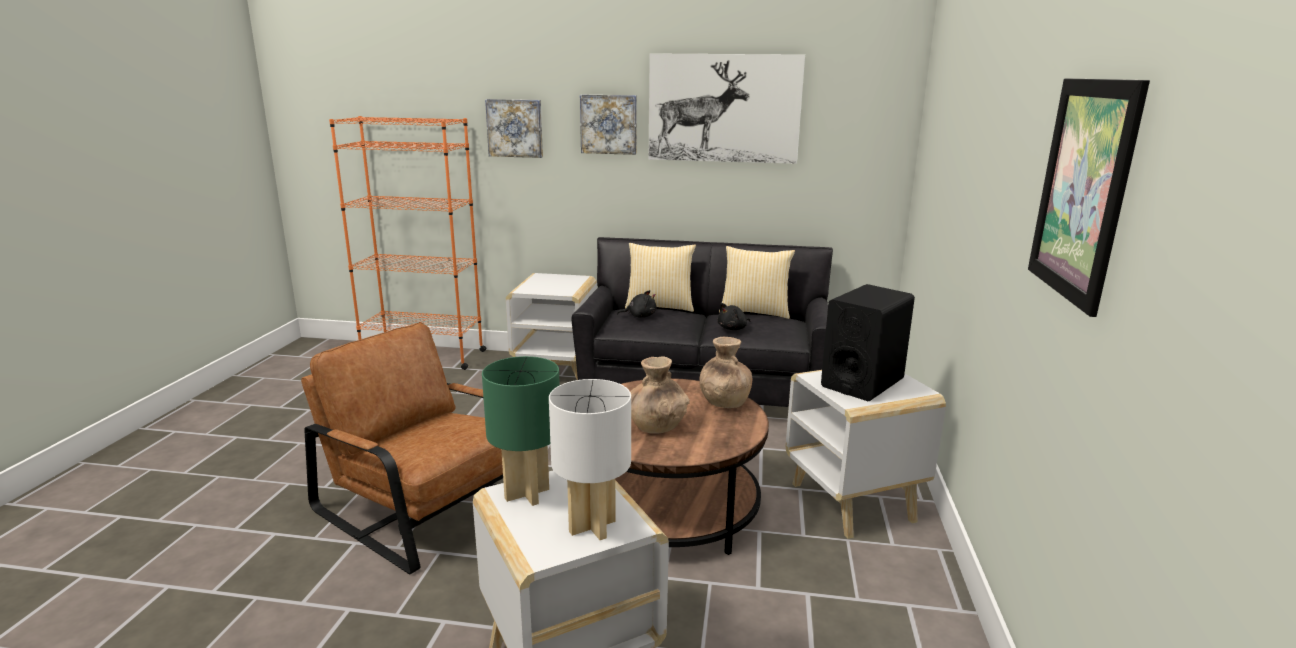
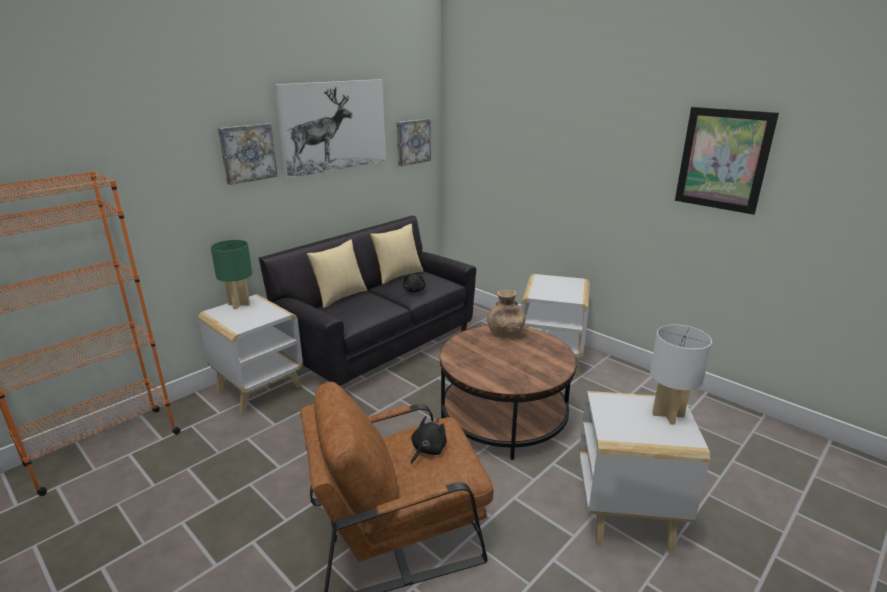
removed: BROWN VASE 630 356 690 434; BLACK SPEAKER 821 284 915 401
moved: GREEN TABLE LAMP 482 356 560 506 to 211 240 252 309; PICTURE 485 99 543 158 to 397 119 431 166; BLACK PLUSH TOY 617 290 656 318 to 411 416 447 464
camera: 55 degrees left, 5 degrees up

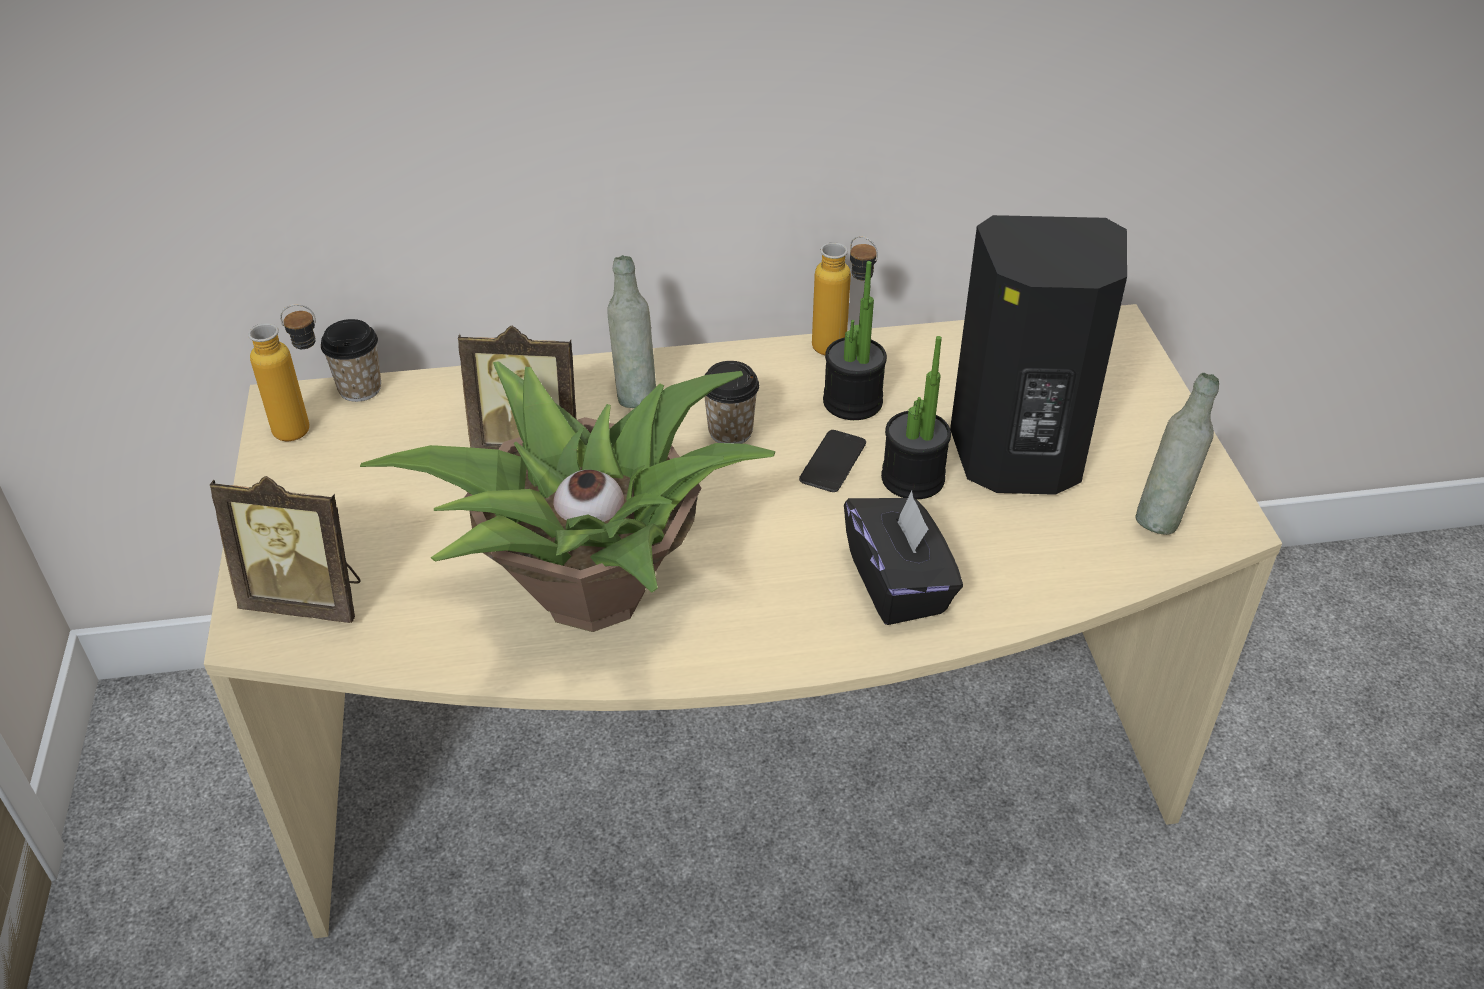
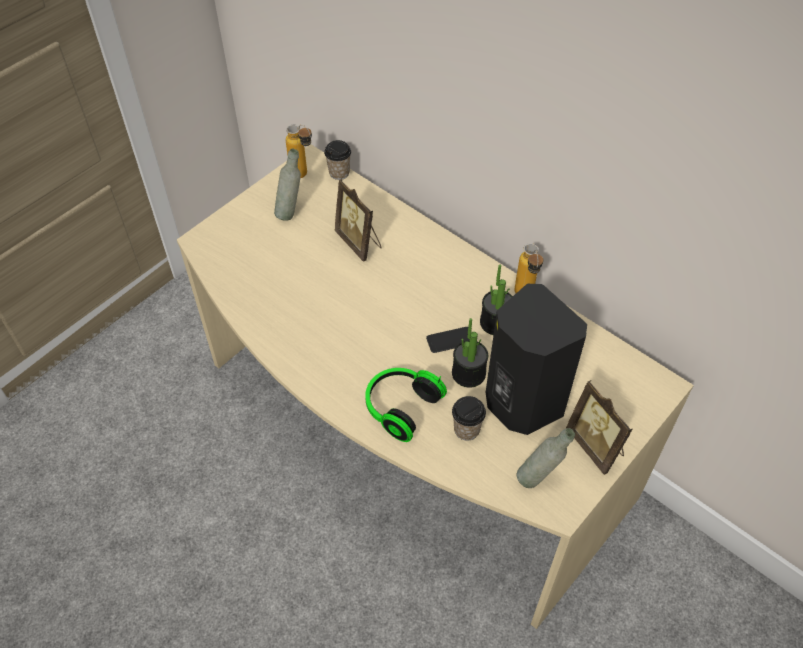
removed: POTTED PLANT 360 361 775 632
moved: GREY BOTTLE 607 255 656 408 to 274 149 301 221; CUP 705 361 759 444 to 452 396 486 441; PICTURE FRAME 210 476 361 623 to 566 380 633 475
replaced: BLACK TISSUE BOX 844 491 963 625 to HEADPHONES 365 368 447 442
camera: 50 degrees right, 10 degrees up

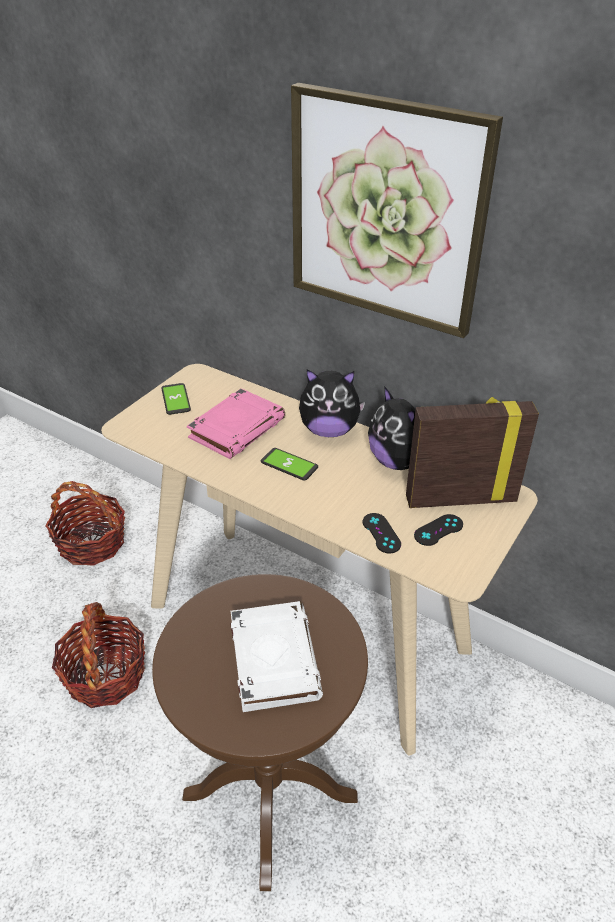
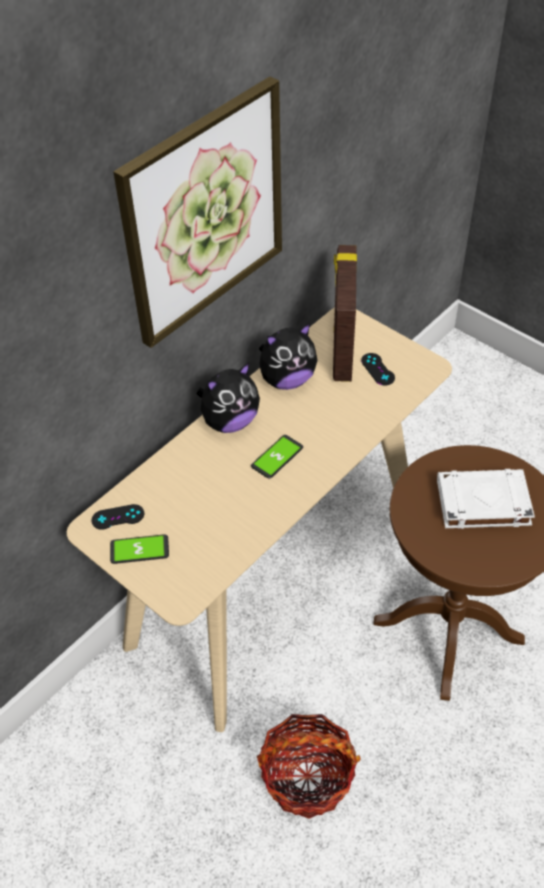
removed: BASKET 45 481 125 566; PINK BOOK 187 388 285 459
moved: BLACK GAME CONTROLLER 363 513 401 553 to 91 504 144 530
turned: PLUSH TOY 299 369 366 437 = 197 363 260 433 45 degrees clockwise
camera: 80 degrees left, 10 degrees up

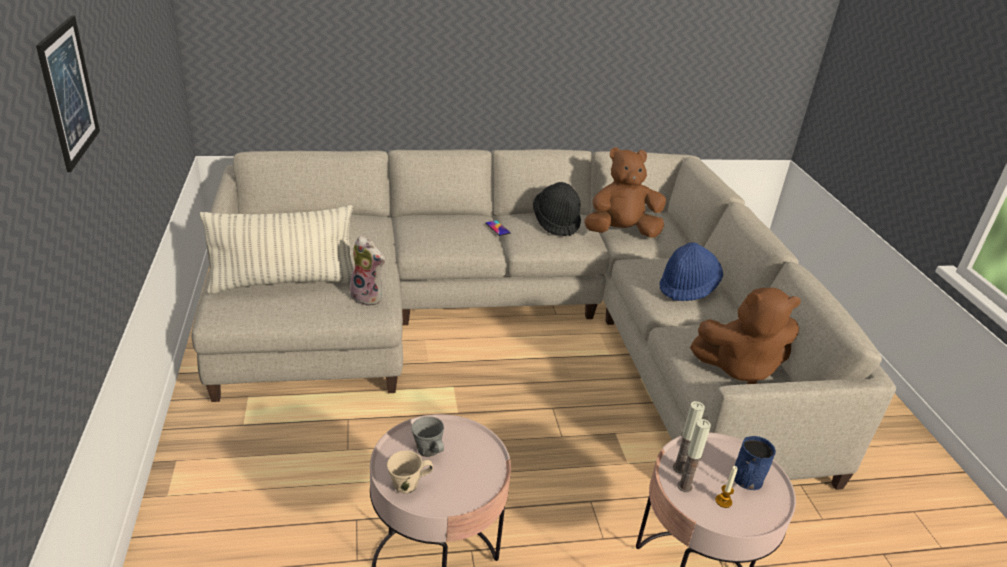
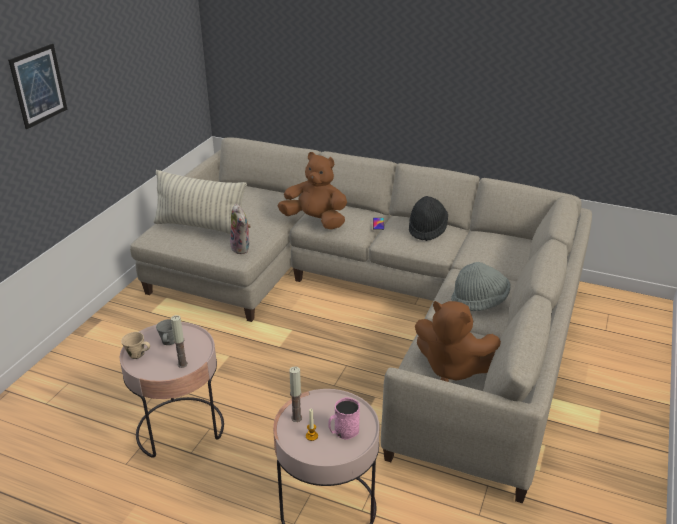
moved: CANDLE 673 401 705 474 to 171 315 188 368; BROWN PLUSH TOY 585 147 666 238 to 277 152 347 229
recoloured: BLUE MUG 734 436 776 490 to PINK MUG 328 397 360 440; BLUE HAT 659 242 723 301 to GREY HAT 451 262 511 311
camera: 35 degrees right, 0 degrees up

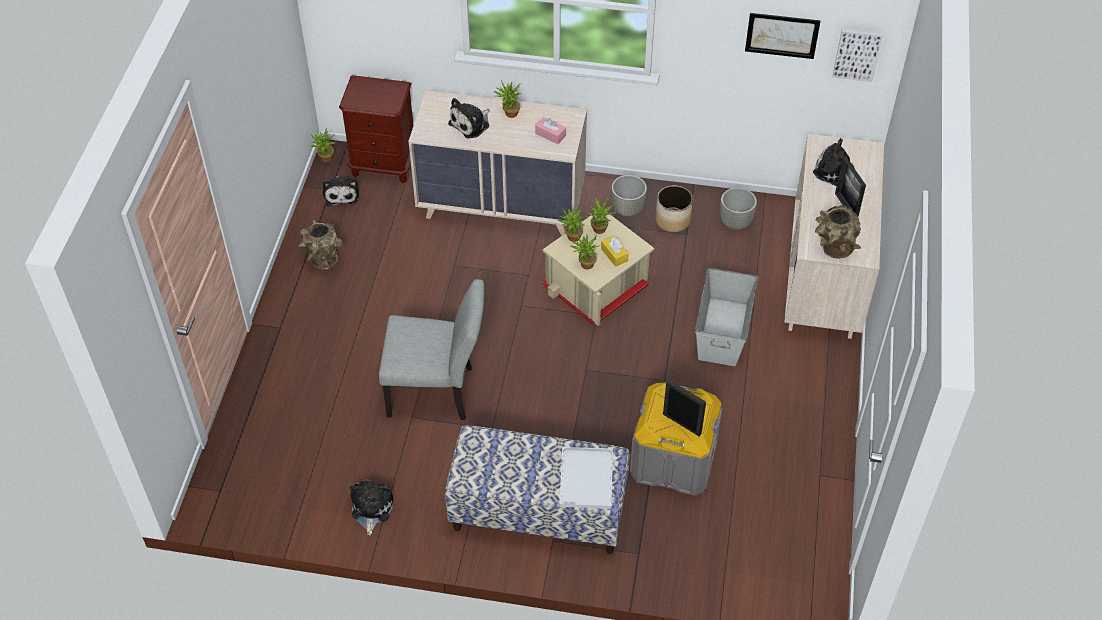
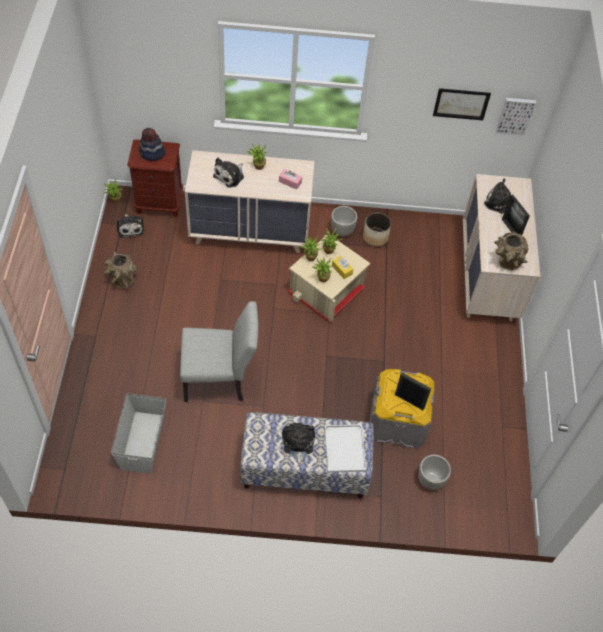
added: HAT 139 128 165 161
moved: GREY STORAGE BOX 695 268 758 366 to 111 393 166 474; PLUSH TOY 349 480 393 536 to 282 422 315 466; GREY PLANTER 720 188 757 230 to 418 454 451 490
camera: 10 degrees left, 5 degrees up

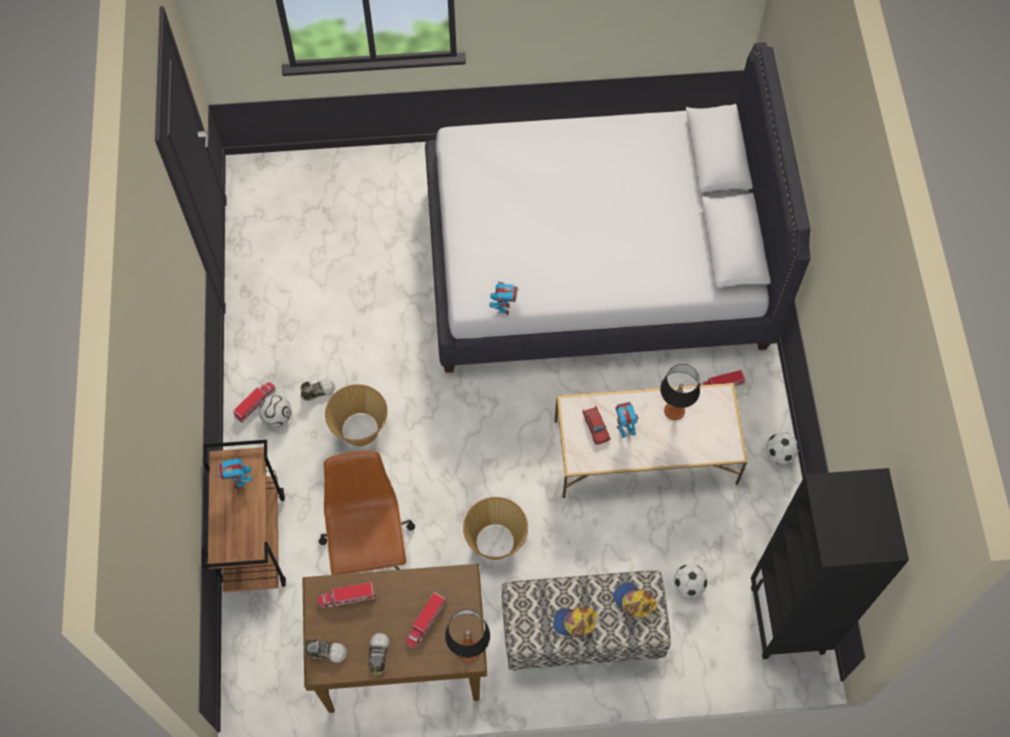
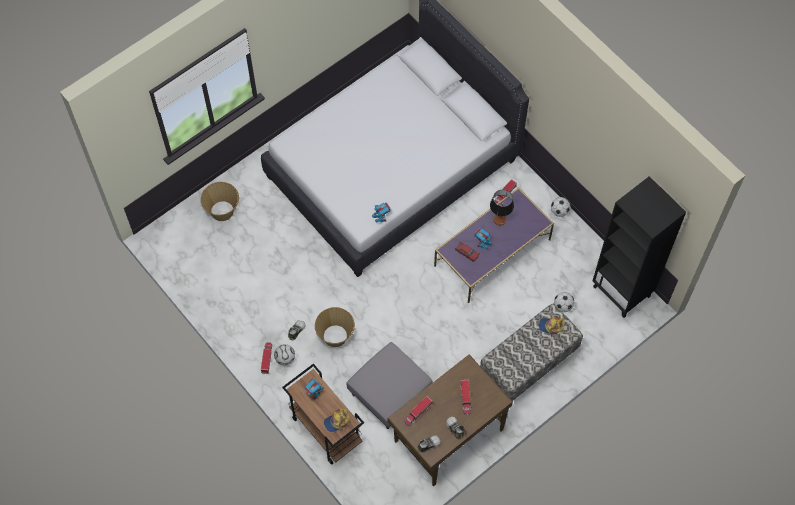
removed: TABLE LAMP 445 609 490 662
moved: BASKET 463 497 528 560 to 201 182 239 221; CAP 553 607 598 638 to 324 408 350 432
replaced: BROWN OFFICE CHAIR 318 451 415 575 to GREY OTTOMAN 346 342 433 429
recoloured: WHITE COFFEE TABLE 554 383 748 498 to PURPLE COFFEE TABLE 434 187 554 303
camera: 35 degrees left, 0 degrees up

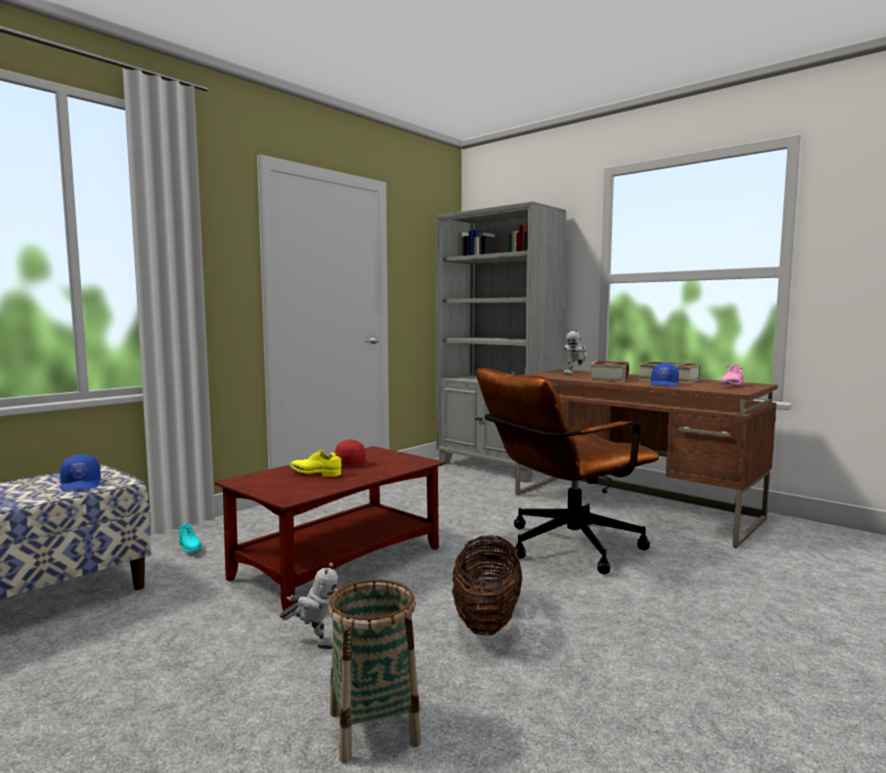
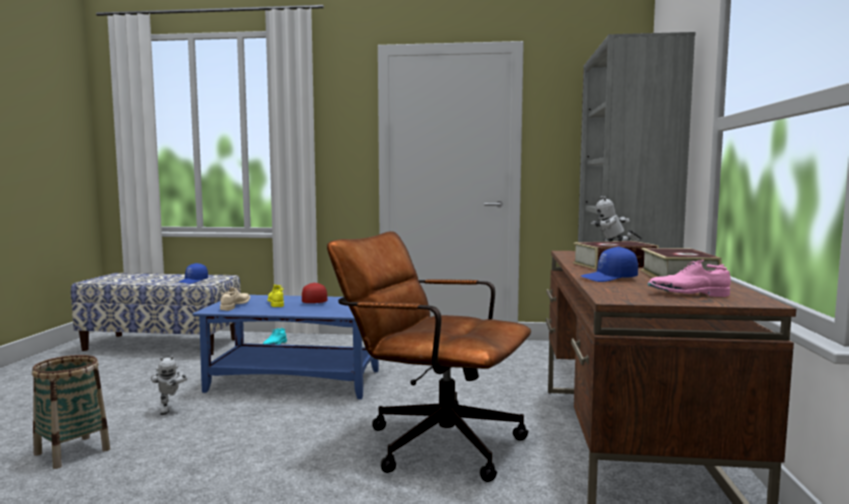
removed: BASKET 452 535 523 635
added: BEIGE SHOE 220 287 250 311
recoloured: BROWN COFFEE TABLE 214 446 445 611 to BLUE COFFEE TABLE 193 295 379 399
camera: 55 degrees right, 0 degrees up

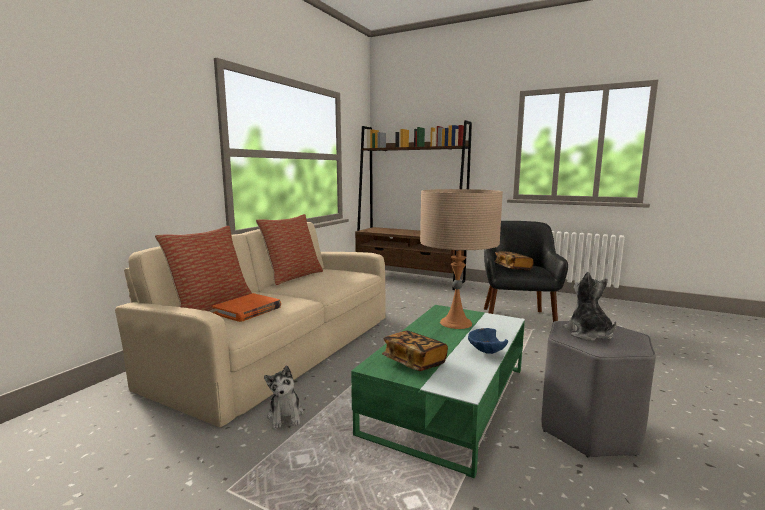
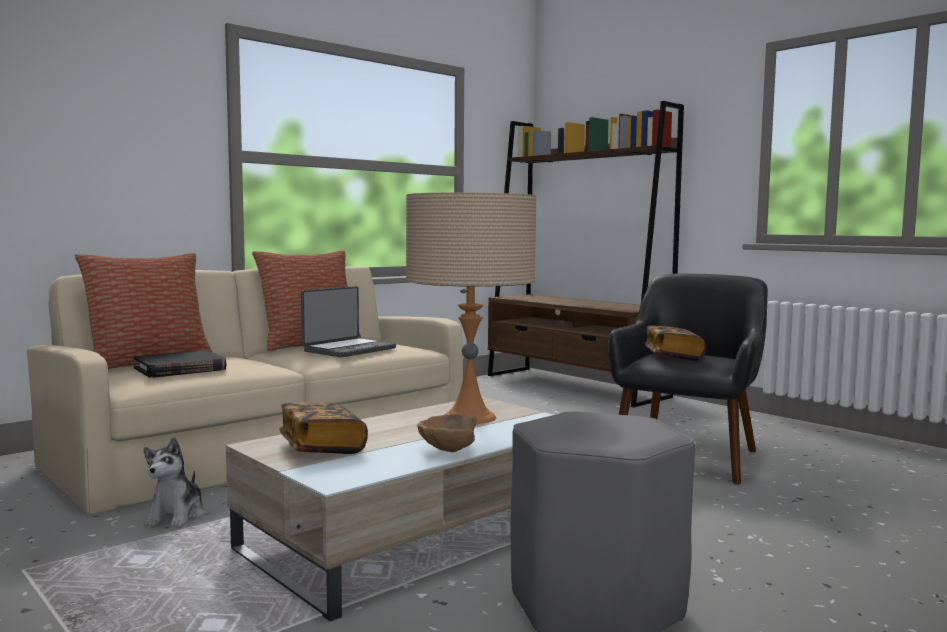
removed: PLUSH TOY 563 272 616 341
added: LAPTOP 301 286 396 358
recoloured: ORANGE BOOK 212 293 281 322 to BLACK BOOK 133 350 226 378; GREEN COFFEE TABLE 351 305 525 478 to BEIGE COFFEE TABLE 226 396 553 621; BLUE BOWL 468 328 508 354 to BROWN BOWL 417 414 477 452
camera: 20 degrees right, 5 degrees down

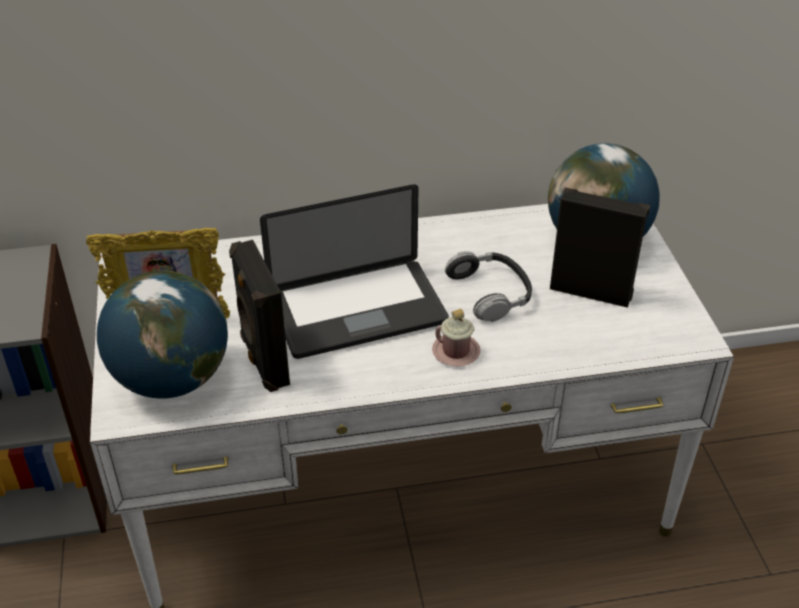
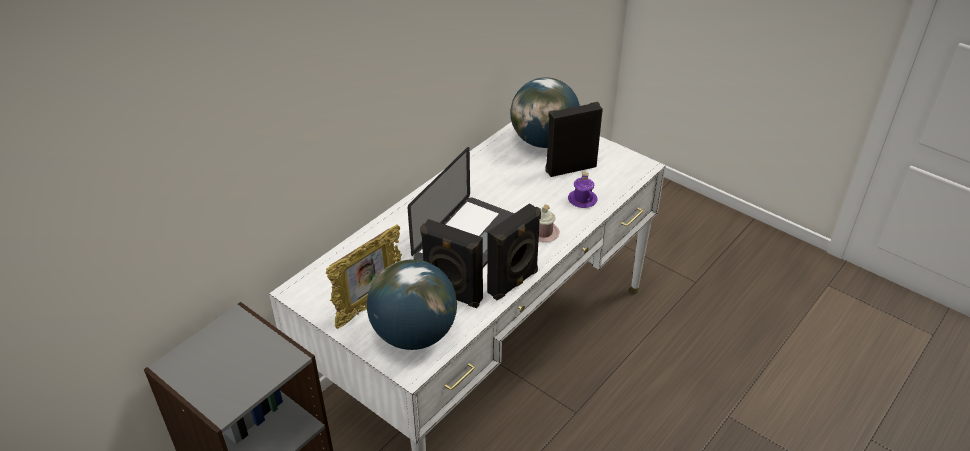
removed: HEADPHONES 445 251 532 322
added: BLACK SPEAKER 487 203 541 300; PURPLE MUG 568 172 598 208
camera: 40 degrees left, 0 degrees up

